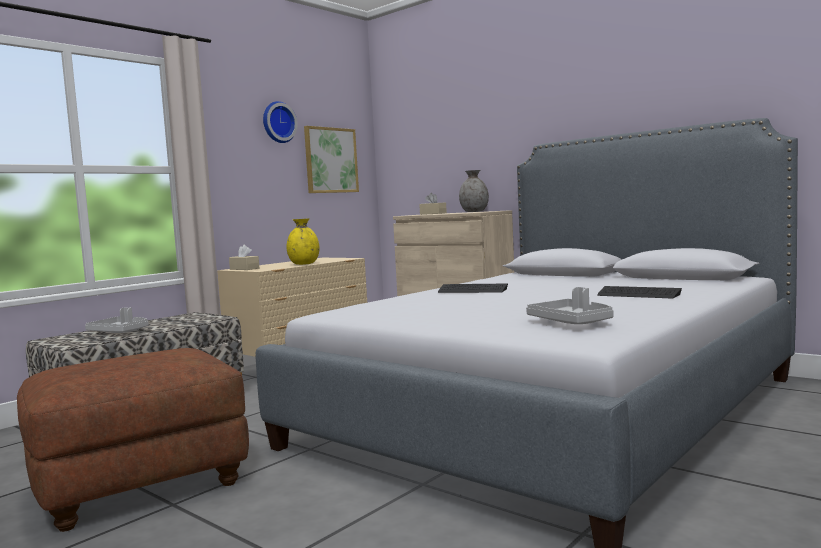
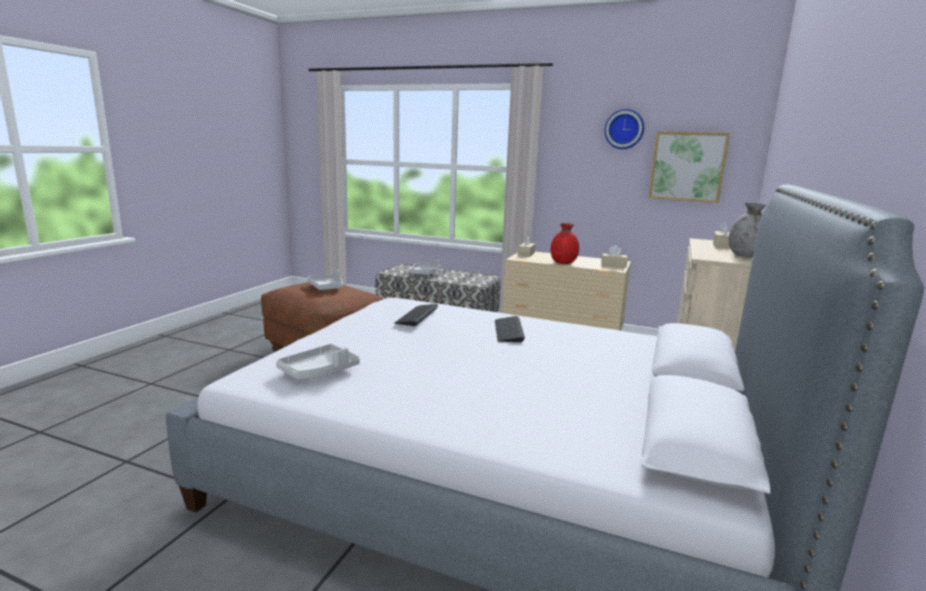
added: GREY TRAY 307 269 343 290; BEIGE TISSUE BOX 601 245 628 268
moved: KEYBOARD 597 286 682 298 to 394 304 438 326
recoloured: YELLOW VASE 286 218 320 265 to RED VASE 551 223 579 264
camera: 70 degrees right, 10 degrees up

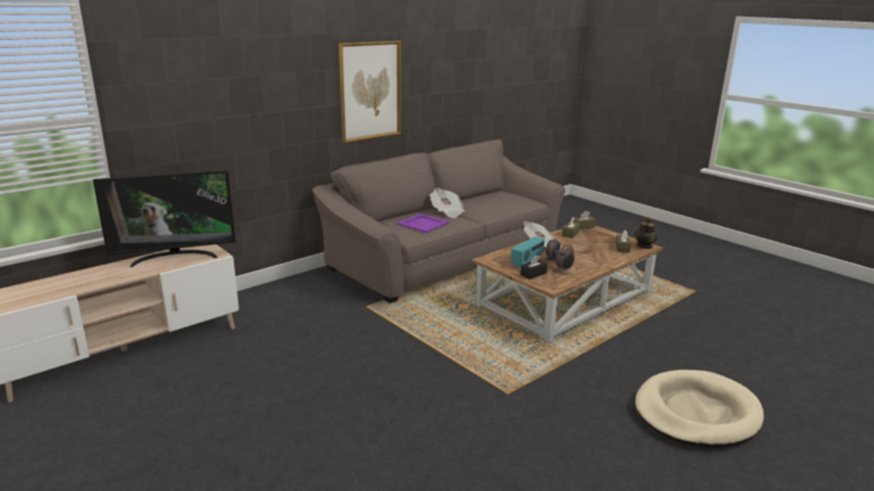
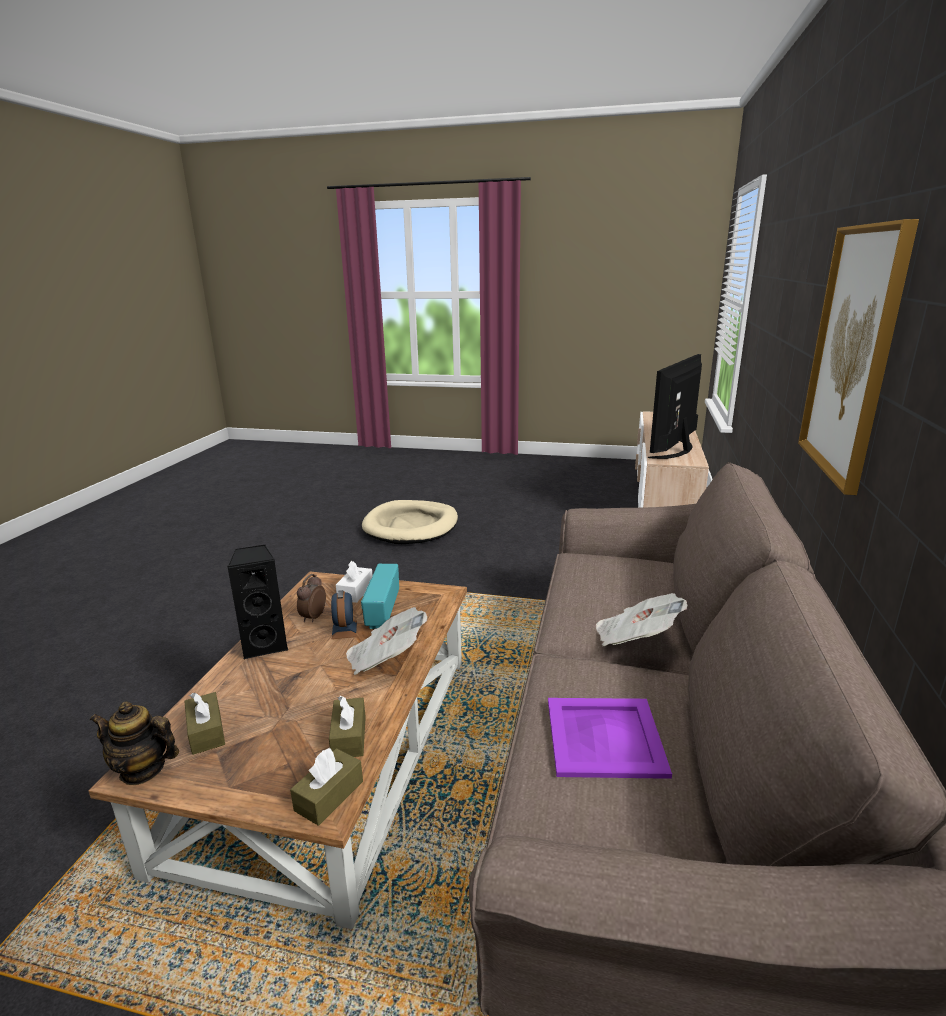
added: BLACK SPEAKER 227 545 289 659
moved: BEIGE DOG BED 635 370 764 448 to 362 500 458 544; PURPLE TRAY 397 213 449 233 to 548 698 672 779
recoloured: BLACK TISSUE BOX 520 255 548 279 to WHITE TISSUE BOX 336 561 373 603
turned: TEAPOT 634 217 658 249 = 90 701 179 785 75 degrees counterclockwise
camera: 145 degrees right, 0 degrees up

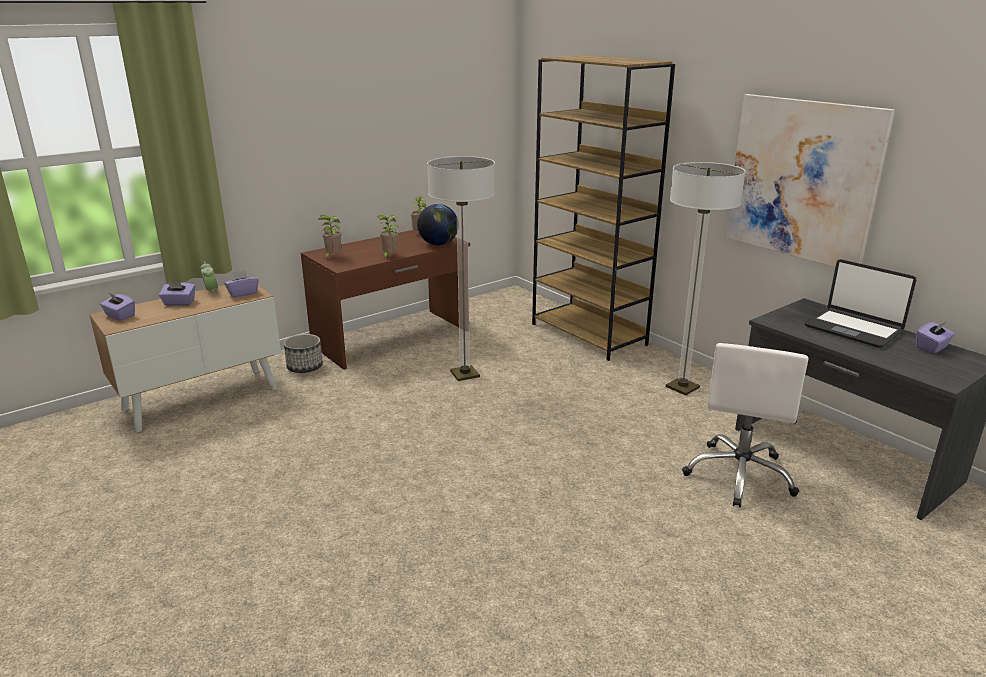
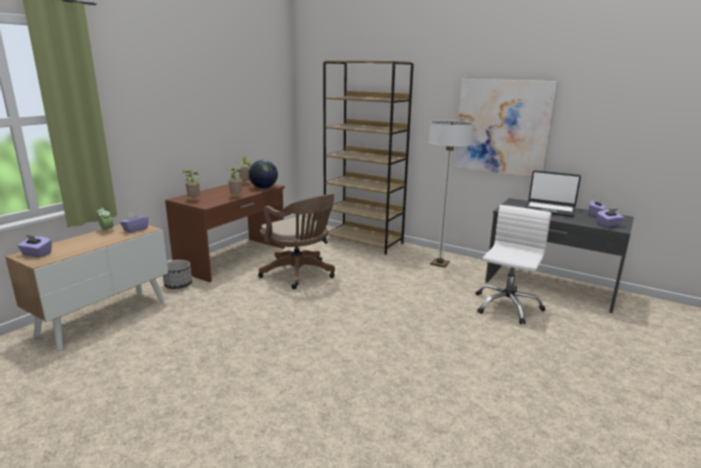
moved: PURPLE TISSUE BOX 159 281 195 305 to 596 209 624 227
replaced: FLOOR LAMP 427 156 495 381 to BROWN OFFICE CHAIR 258 194 335 289
turned: WHITE OFFICE CHAIR 682 343 808 507 = 476 205 551 324 150 degrees counterclockwise
camera: 20 degrees left, 5 degrees down

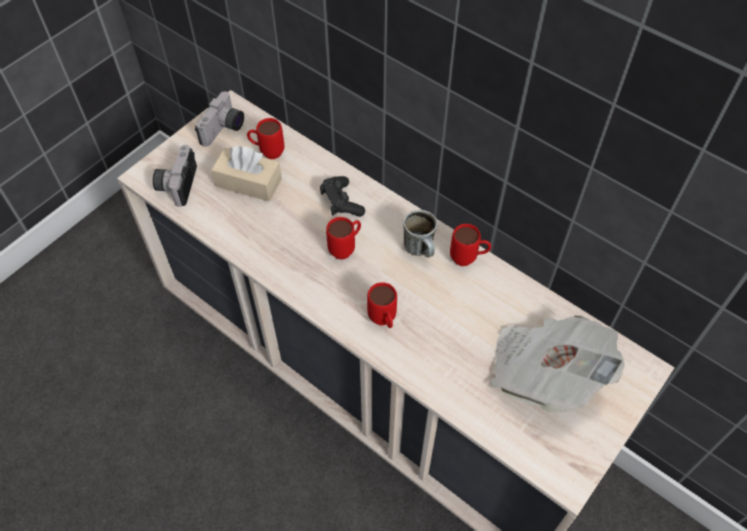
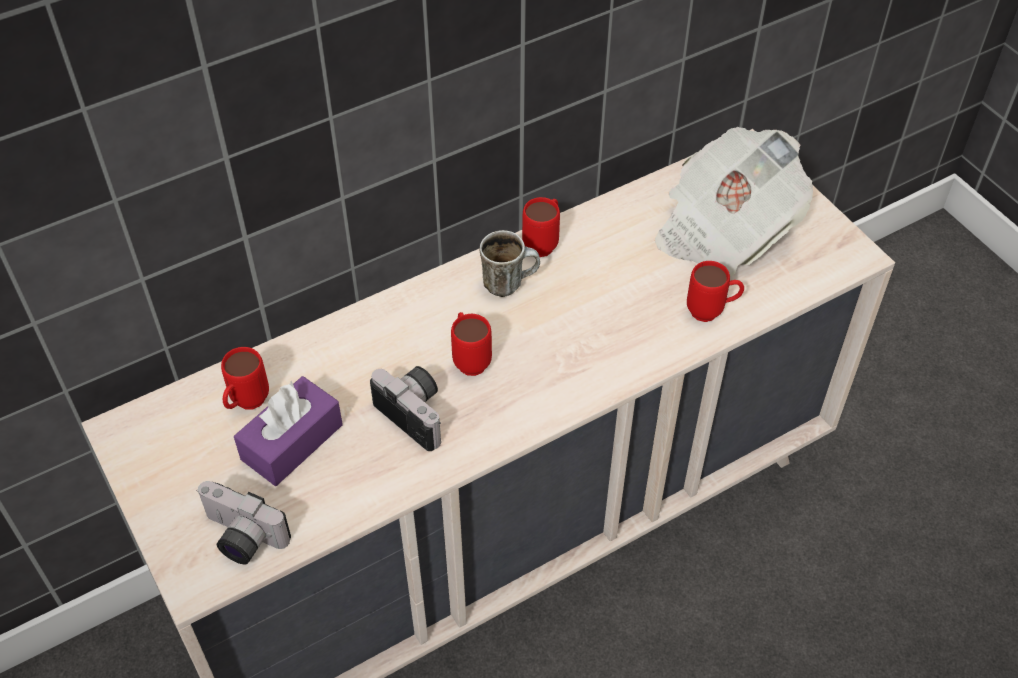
removed: BLACK GAME CONTROLLER 320 176 365 217
moved: PHOTO CAMERA 195 91 244 147 to 370 366 441 451; RED MUG 367 282 397 328 to 687 261 744 322
recoloured: BEIGE TISSUE BOX 211 146 282 201 to PURPLE TISSUE BOX 234 376 343 486
camera: 70 degrees left, 5 degrees down

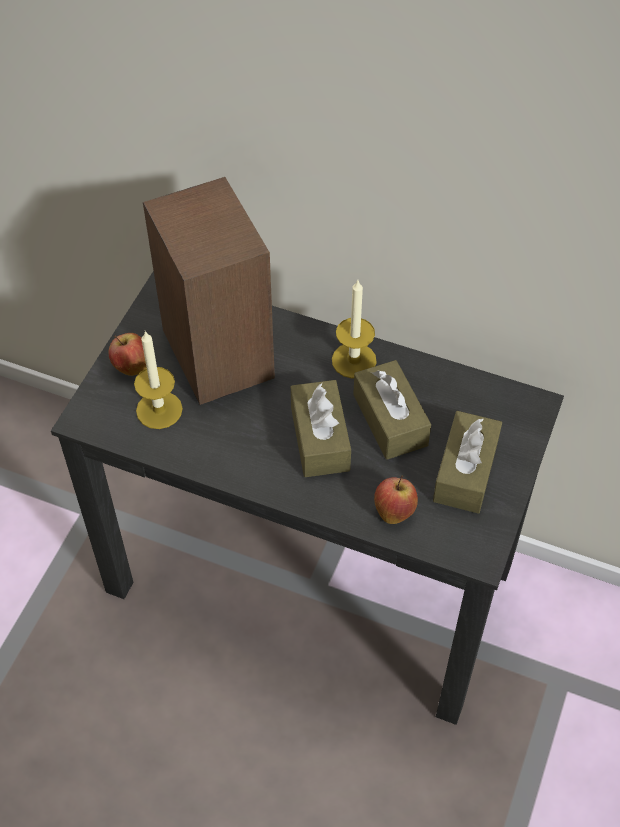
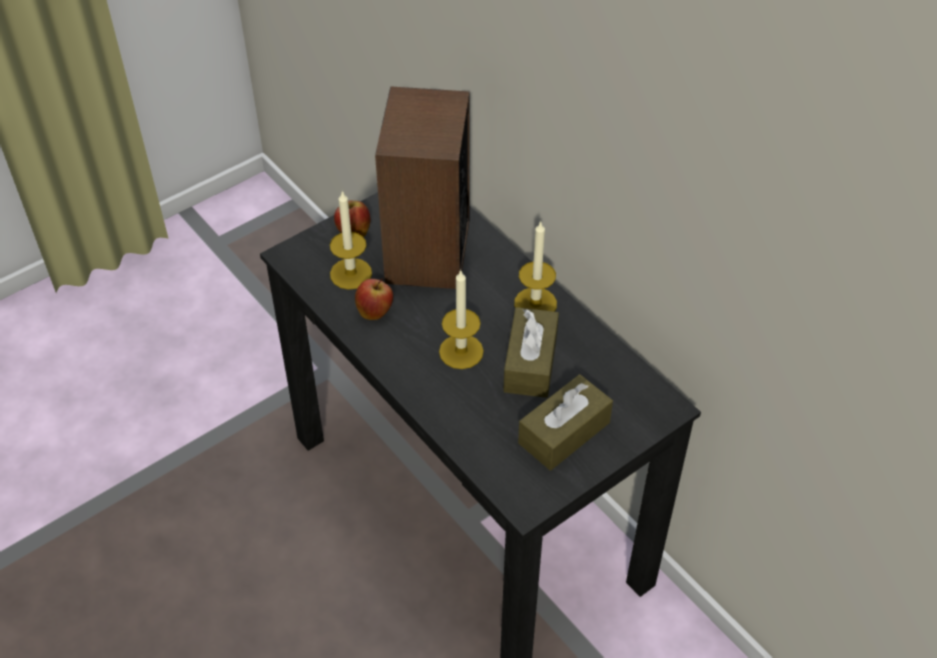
moved: APPLE 374 476 418 524 to 355 278 393 320
replaced: BROWN TISSUE BOX 291 380 351 477 to CANDLE 439 269 484 369
camera: 30 degrees right, 5 degrees down

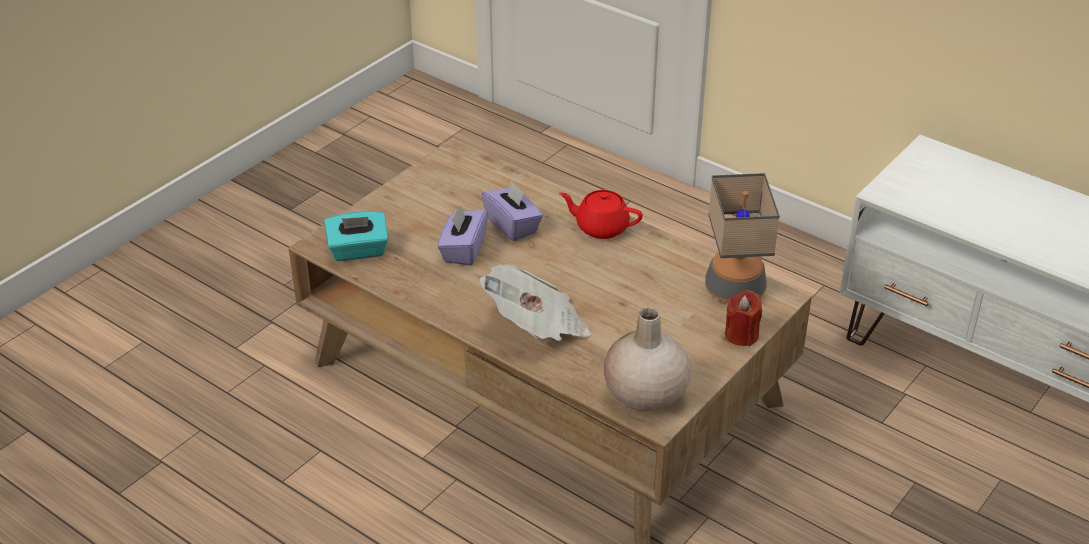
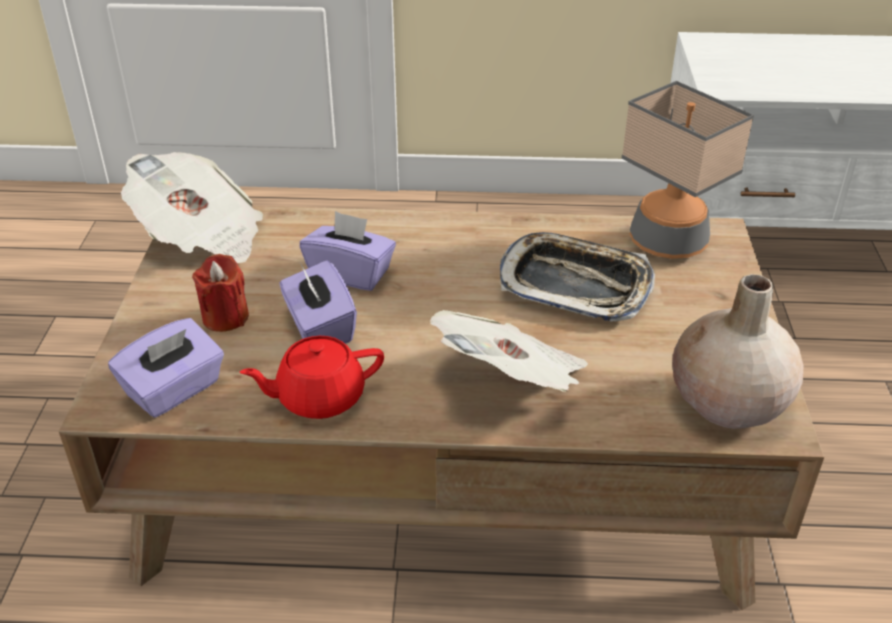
added: NEWSPAPER 121 152 263 263; TRAY 500 232 655 322
moved: RED CANDLE 725 290 762 346 to 192 254 249 332; RED TEAPOT 559 190 643 239 to 240 336 384 419
recoloured: TURQUOISE TISSUE BOX 324 211 388 261 to PURPLE TISSUE BOX 108 318 224 418
camera: 35 degrees left, 0 degrees up

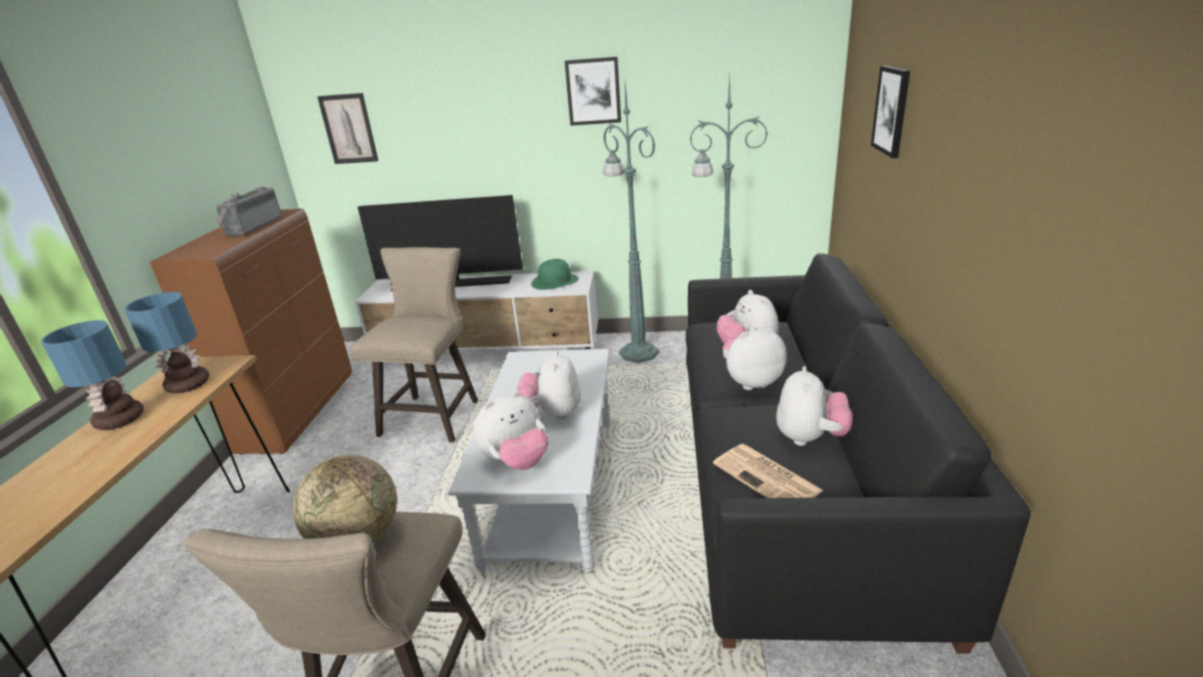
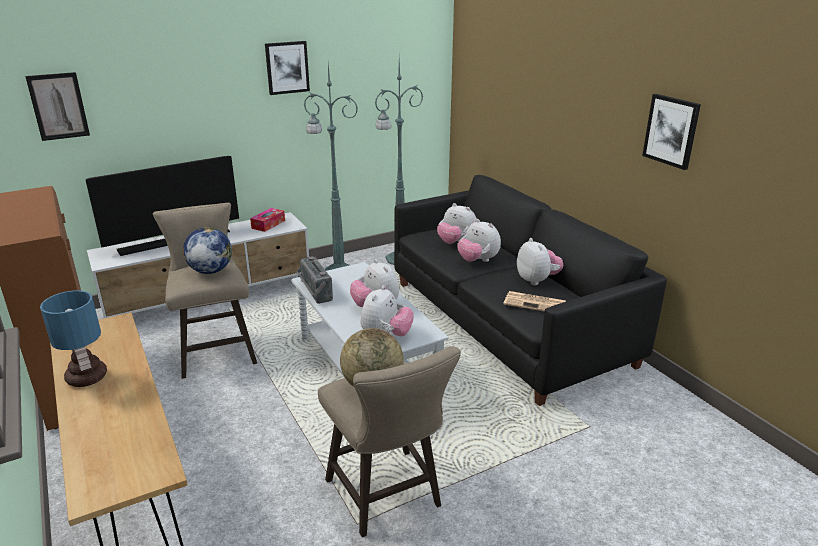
removed: TABLE LAMP 124 292 209 393
added: GLOBE 183 227 232 274
moved: RADIO 215 187 282 236 to 296 256 333 304; PICTURE 871 66 910 158 to 642 94 701 170
replaced: GREEN HAT 531 259 579 290 to TISSUE BOX 250 208 285 232
turned: PLUSH TOY 723 328 787 390 = 457 219 501 262 90 degrees counterclockwise
camera: 35 degrees left, 0 degrees up

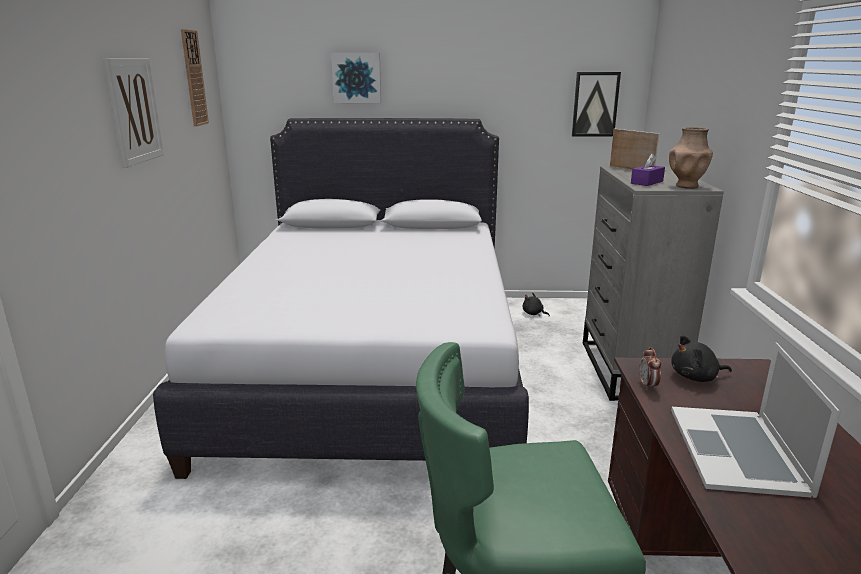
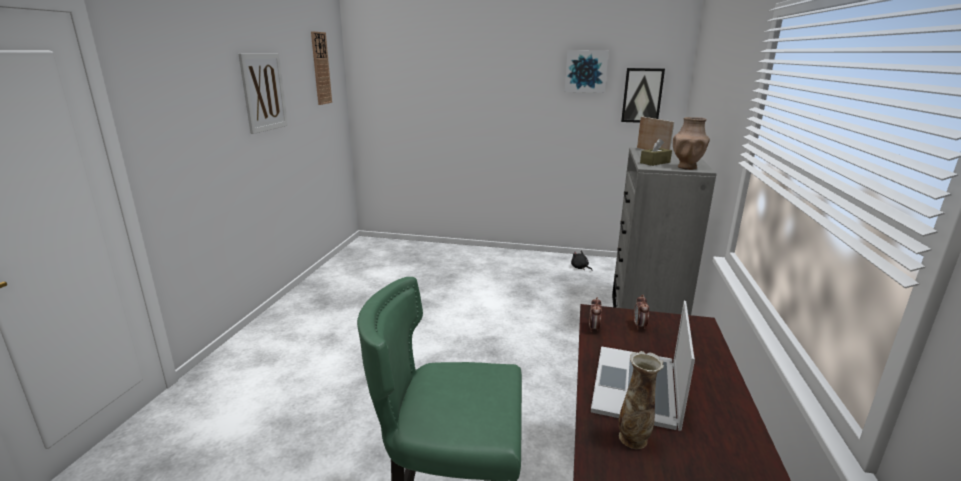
removed: WHITE BED 153 118 529 479
added: VASE 619 351 664 449
moved: PICTURE 331 53 381 103 to 565 50 608 93
replaced: BLACK PLUSH TOY 671 336 732 382 to ALARM CLOCK 634 294 649 329
recoloured: PURPLE TISSUE BOX 631 153 665 186 to BROWN TISSUE BOX 640 138 672 166
camera: 10 degrees right, 0 degrees up

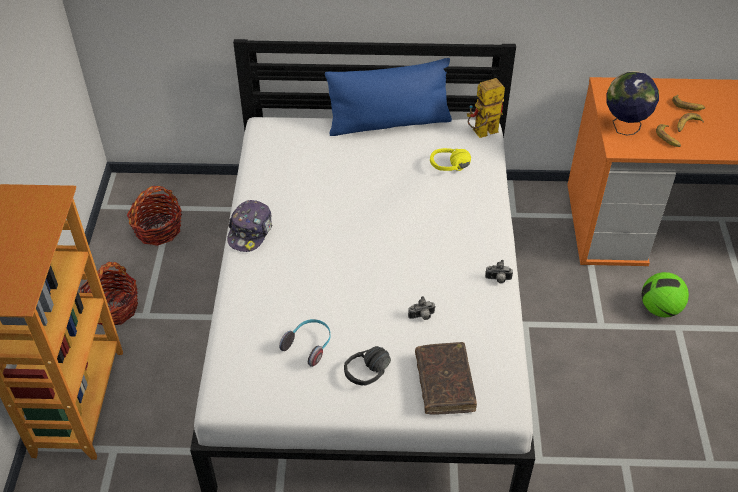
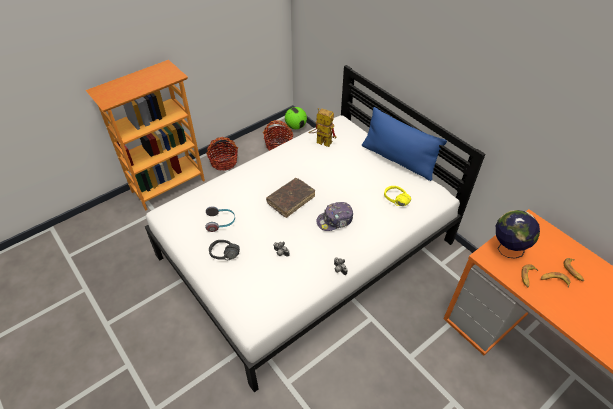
moved: BROWN BOOK 415 342 477 415 to 266 178 315 218; FOOTBALL 642 272 689 317 to 285 107 307 129; TOY ROBOT 467 78 505 138 to 308 108 336 147; CAP 227 200 272 252 to 316 202 353 231
camera: 50 degrees right, 0 degrees up

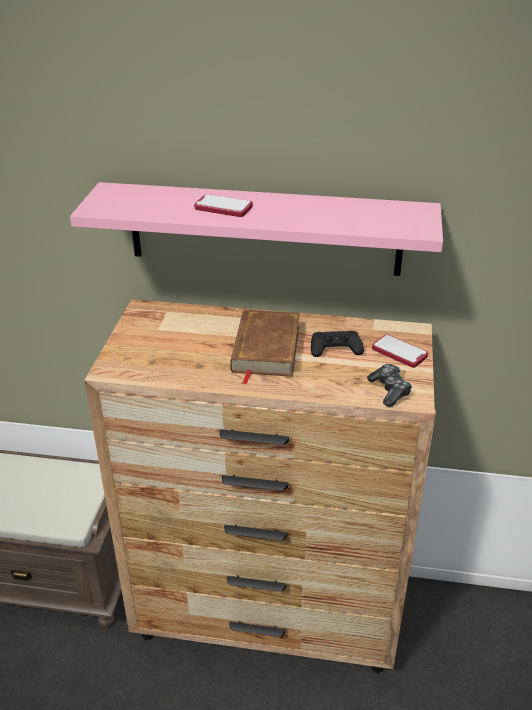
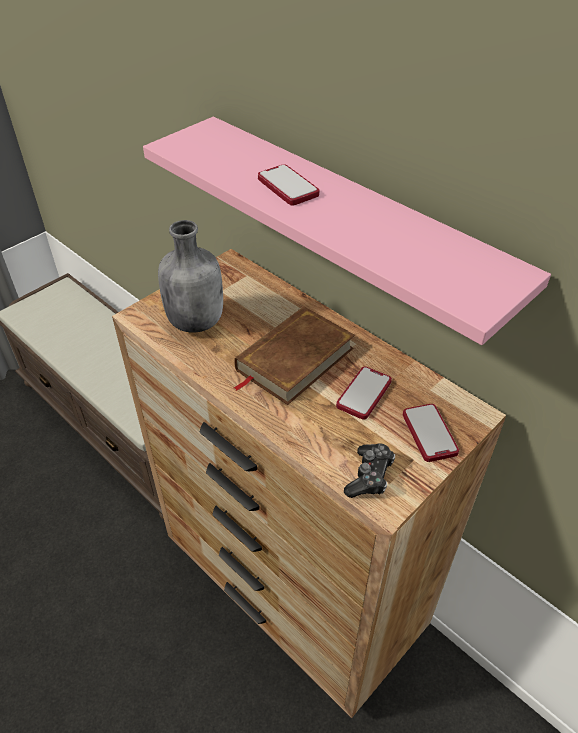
added: GREY BOTTLE 158 220 223 333
replaced: BLACK GAME CONTROLLER 311 331 364 357 to PHONE 336 366 392 420
camera: 35 degrees right, 10 degrees up

